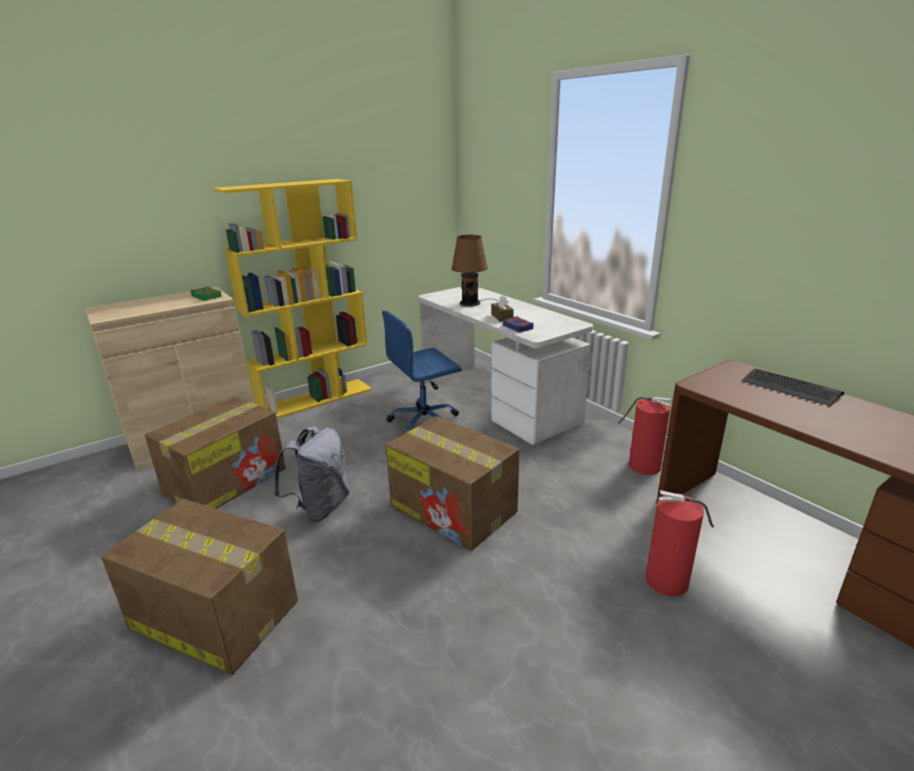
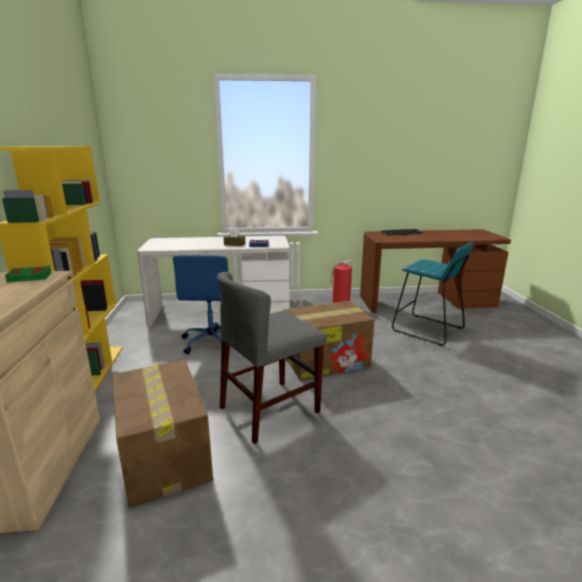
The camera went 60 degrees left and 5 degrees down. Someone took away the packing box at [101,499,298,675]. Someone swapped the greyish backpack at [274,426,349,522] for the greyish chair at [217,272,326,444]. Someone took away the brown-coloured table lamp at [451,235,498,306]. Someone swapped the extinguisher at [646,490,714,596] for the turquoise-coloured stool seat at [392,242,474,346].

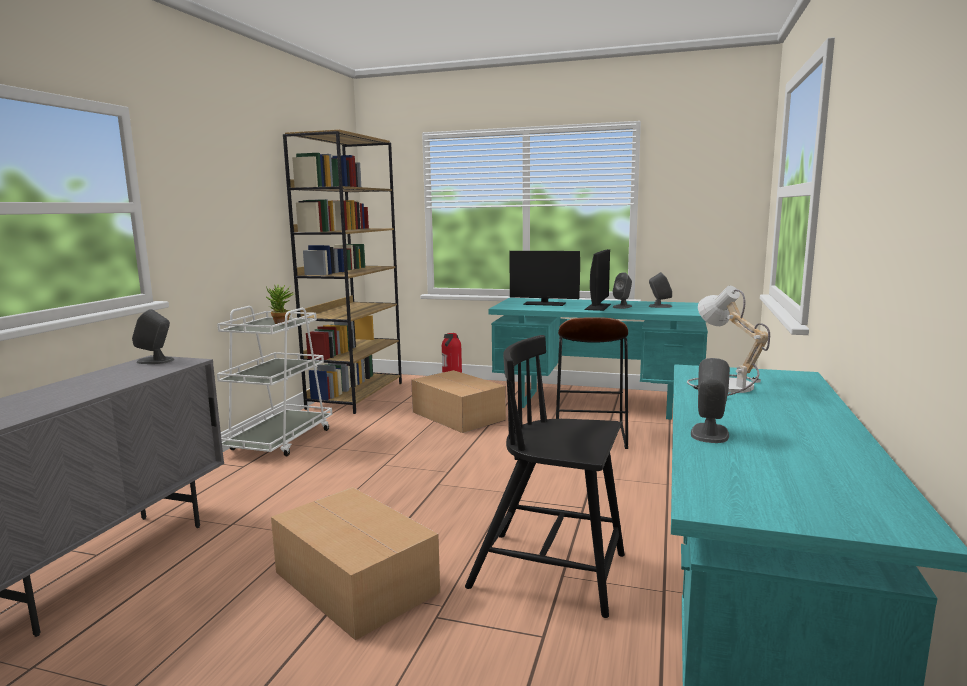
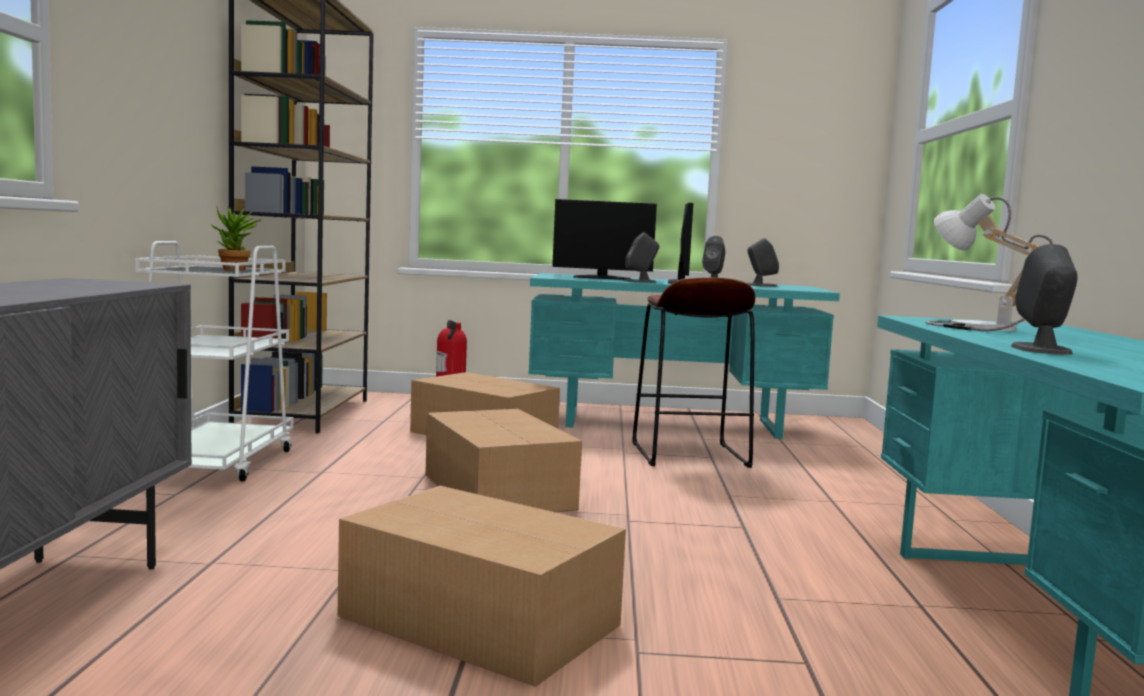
The camera went 15 degrees left and 5 degrees down. Someone carried the greyish audio speaker from [132,309,174,364] to [624,232,659,283]. Someone took away the black-coloured chair at [465,335,625,618]. Someone put down the packing box at [425,409,582,512].

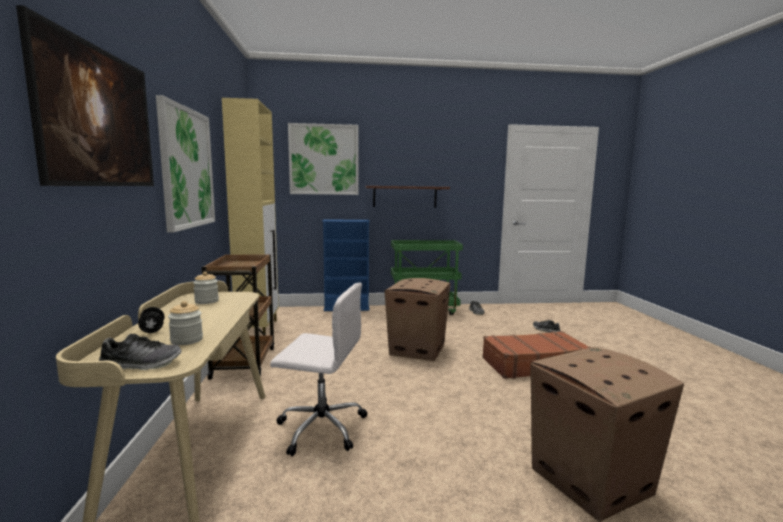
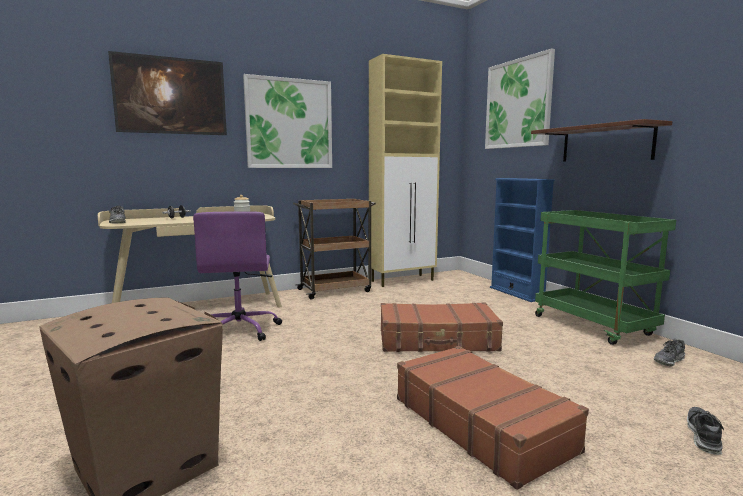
The camera went 70 degrees right and 0 degrees up. Someone took away the storage jar at [168,301,203,345]. Someone repainted the white office chair at [270,283,367,456], which became the purple-coloured office chair at [193,211,282,341]. Someone swapped the packing box at [385,278,450,361] for the brown-coloured travel case at [381,303,503,352].

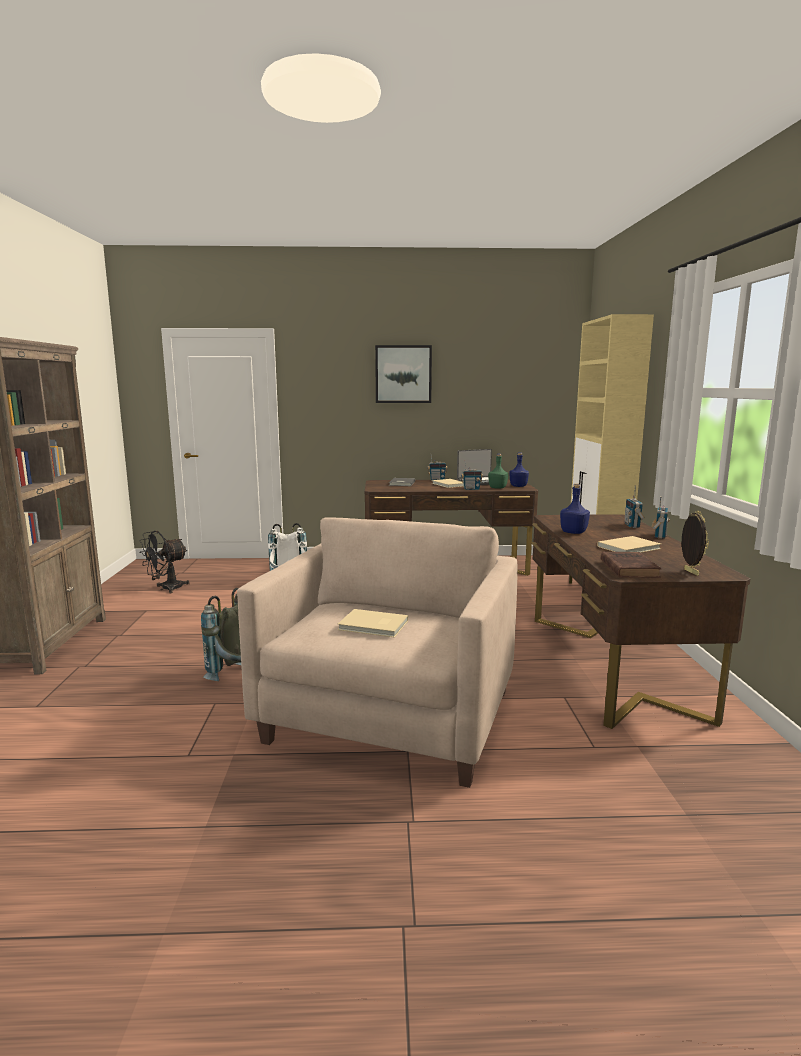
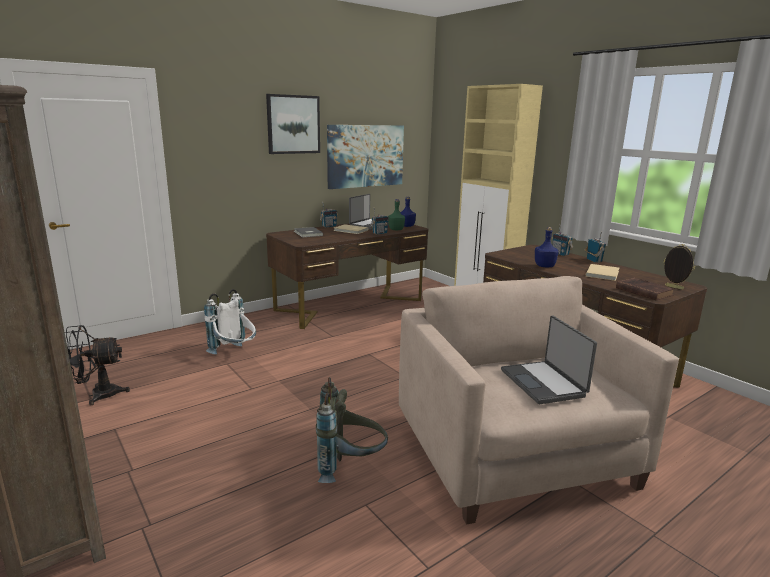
The camera went 35 degrees left and 5 degrees up. Someone rotated the black-coloured cooling fan at [139,531,190,593] by 60 degrees clockwise. Someone swapped the sand-coloured bound book at [338,609,408,638] for the portable computer at [501,315,597,404]. Someone put up the wall art at [327,125,404,189].

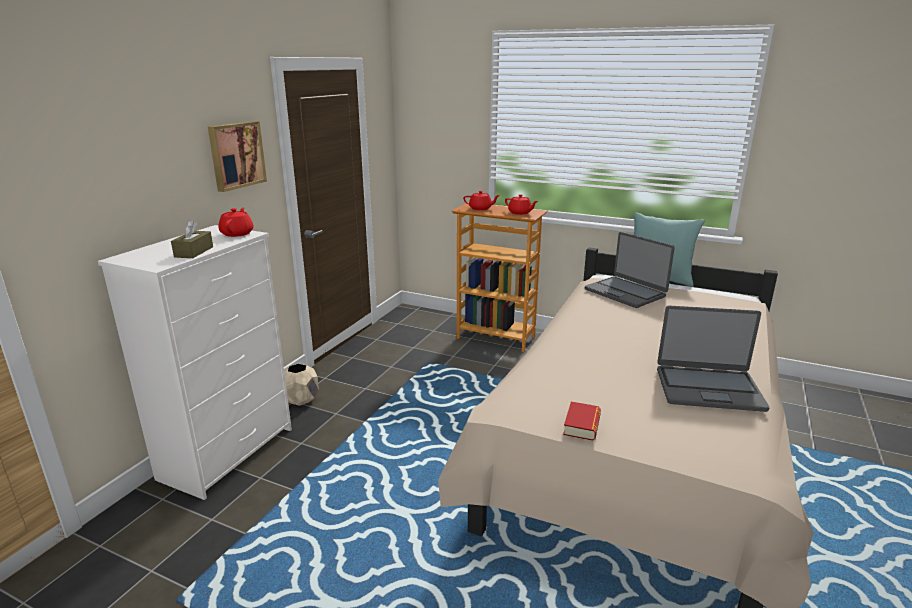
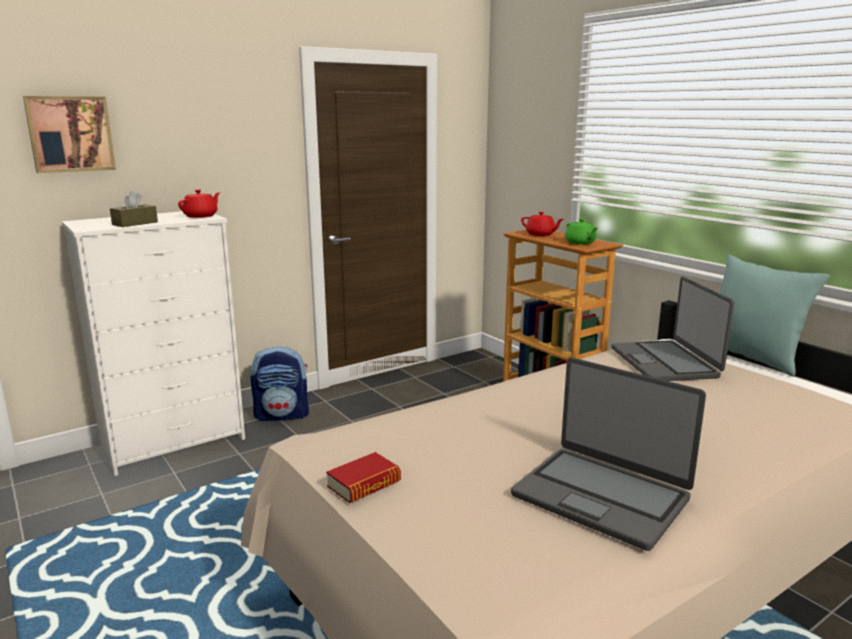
The camera went 30 degrees right and 5 degrees down. Someone carried the wall art from [208,121,267,192] to [23,96,116,173]. Someone swapped the sand-coloured plant pot at [284,363,319,406] for the backpack at [251,346,309,421]. Someone repainted the reddish pot for tea at [505,194,538,215], which became the greenish pot for tea at [565,219,598,245].

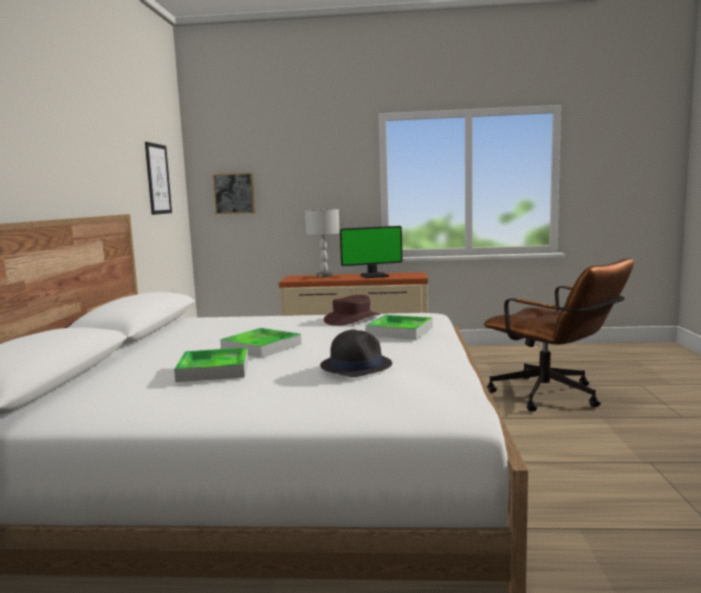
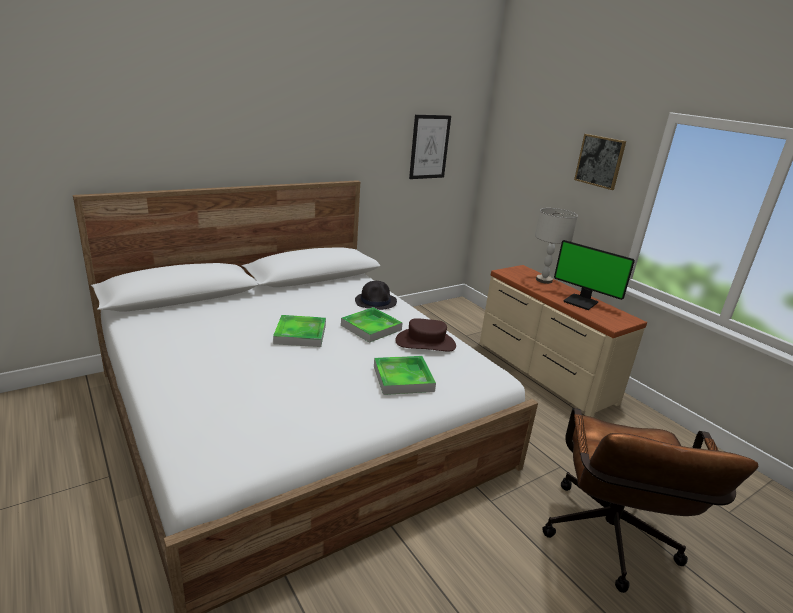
The camera went 50 degrees right and 15 degrees up. Someone carried the tray from [174,347,248,382] to [341,307,403,343]. Someone carried the wall art from [213,173,255,214] to [574,134,626,190]. Someone carried the black-coloured wearable hat from [320,329,392,377] to [355,281,397,310].

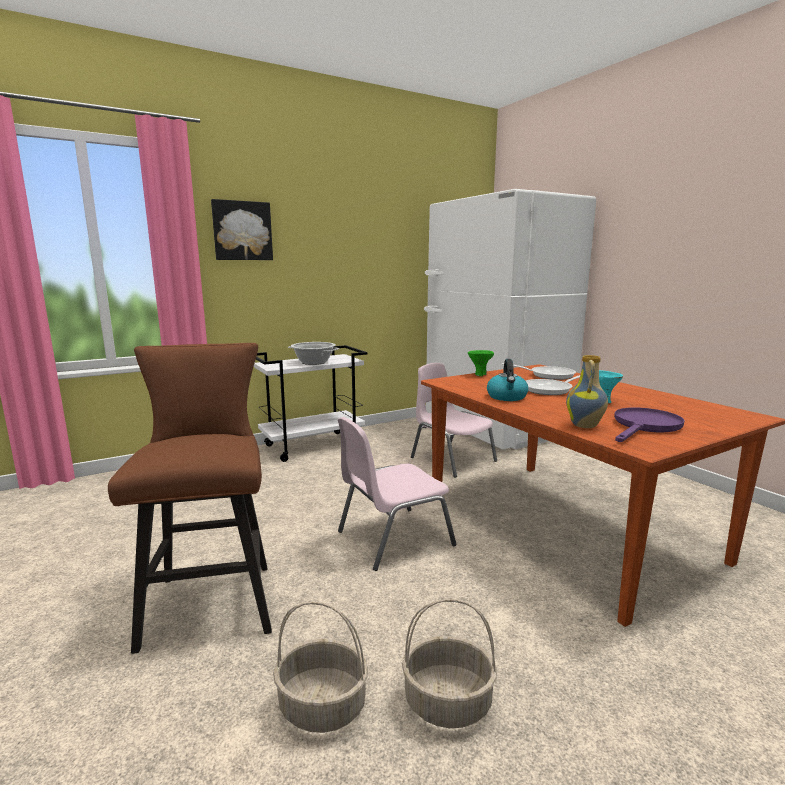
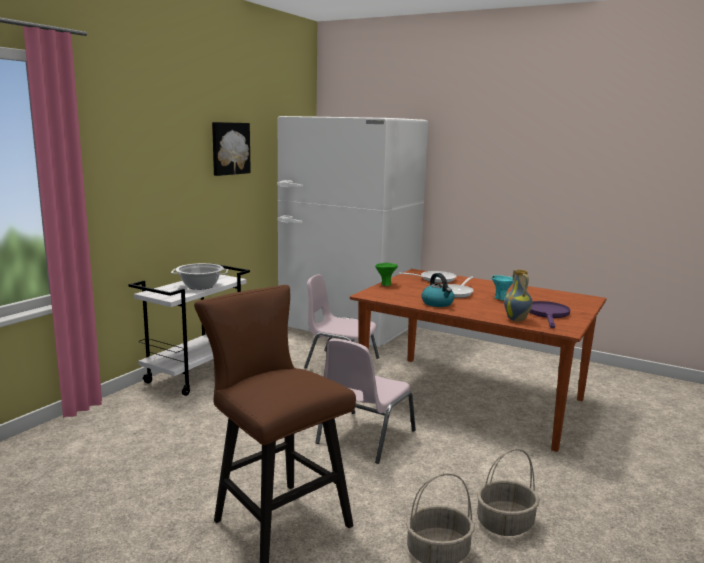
The camera went 30 degrees left and 0 degrees up. Someone carried the wall art from [211,199,273,260] to [212,122,251,176].

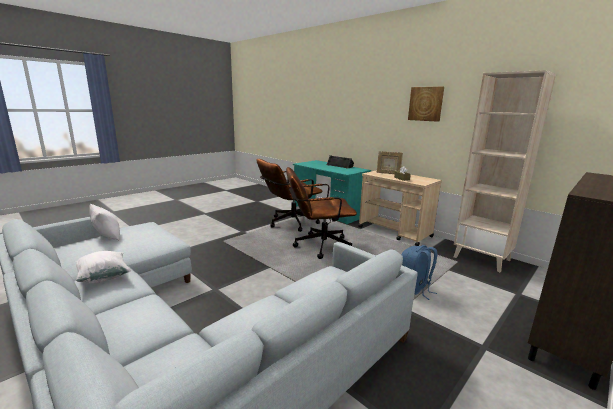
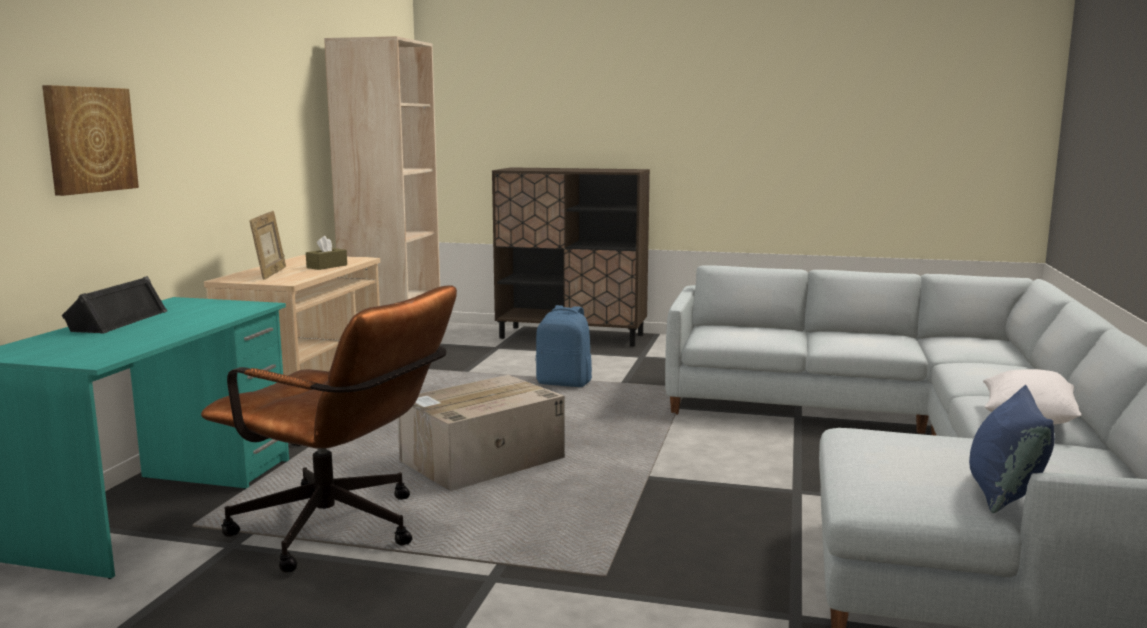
The camera went 120 degrees left and 5 degrees down. Someone repainted the white pillow at [90,204,120,240], which became the bluish pillow at [969,385,1055,513]. Someone swapped the brown-coloured office chair at [286,167,357,259] for the packing box at [398,375,565,491]. Someone carried the wall art from [408,87,444,122] to [42,85,139,196].

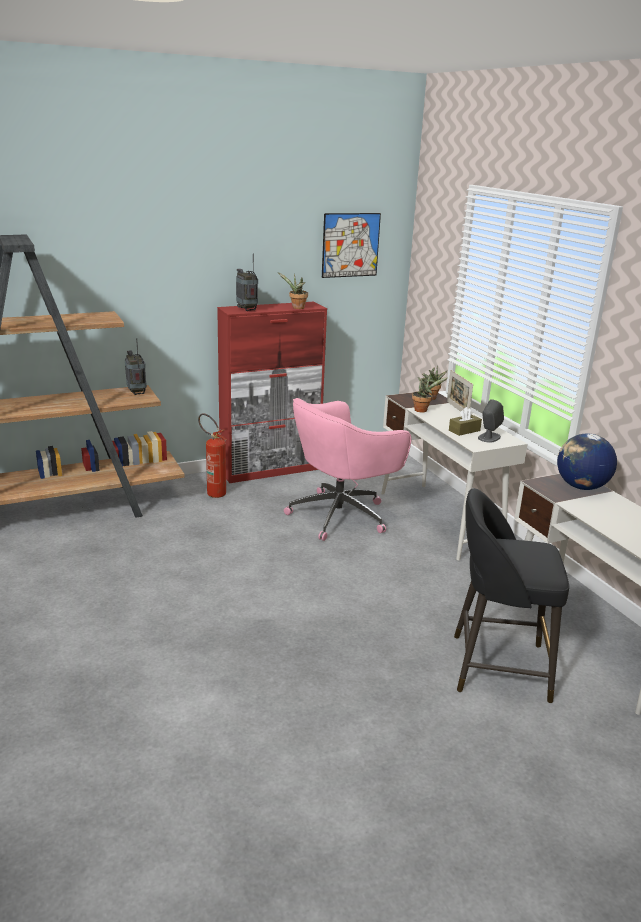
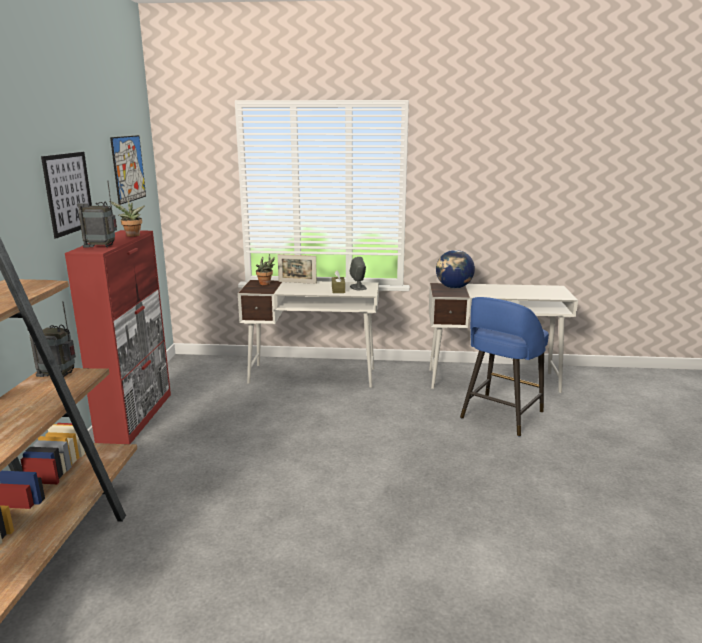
The camera went 60 degrees left and 5 degrees down. Someone took away the extinguisher at [198,413,227,498]. Someone took away the pink office chair at [284,398,411,541]. Someone took away the plant in a pot at [412,375,448,413]. Someone repainted the black-coloured stool seat at [454,488,569,703], which became the bluish stool seat at [460,297,549,436]. Someone put up the wall art at [41,152,92,238].

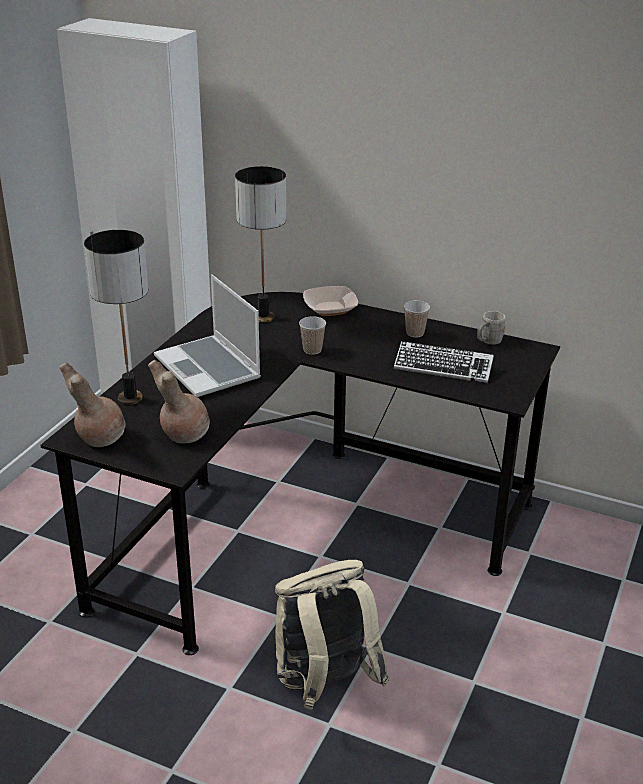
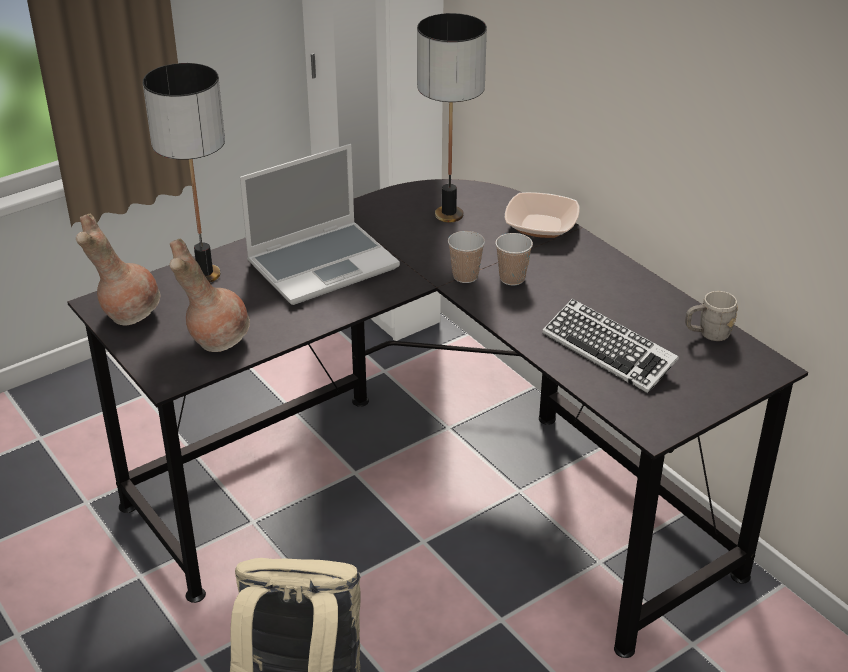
The camera went 30 degrees right and 5 degrees up. Someone rotated the portable computer at [154,274,261,397] by 120 degrees counterclockwise. Someone carried the drinking cup from [404,301,430,338] to [495,233,533,285].

